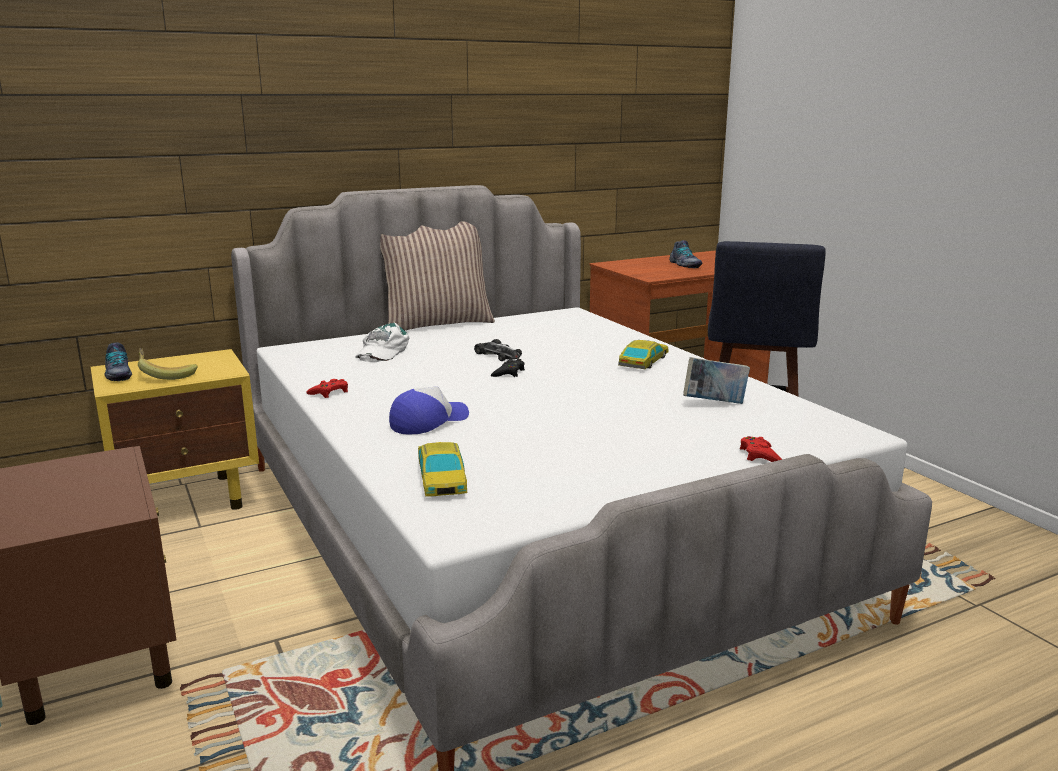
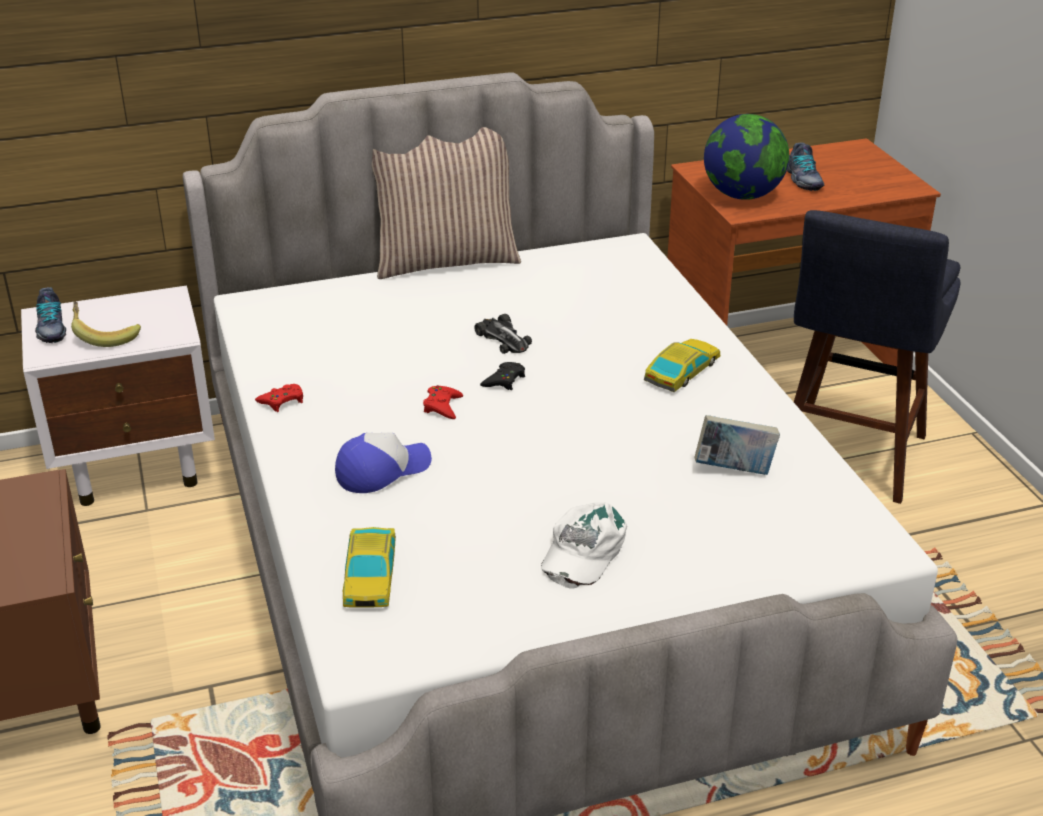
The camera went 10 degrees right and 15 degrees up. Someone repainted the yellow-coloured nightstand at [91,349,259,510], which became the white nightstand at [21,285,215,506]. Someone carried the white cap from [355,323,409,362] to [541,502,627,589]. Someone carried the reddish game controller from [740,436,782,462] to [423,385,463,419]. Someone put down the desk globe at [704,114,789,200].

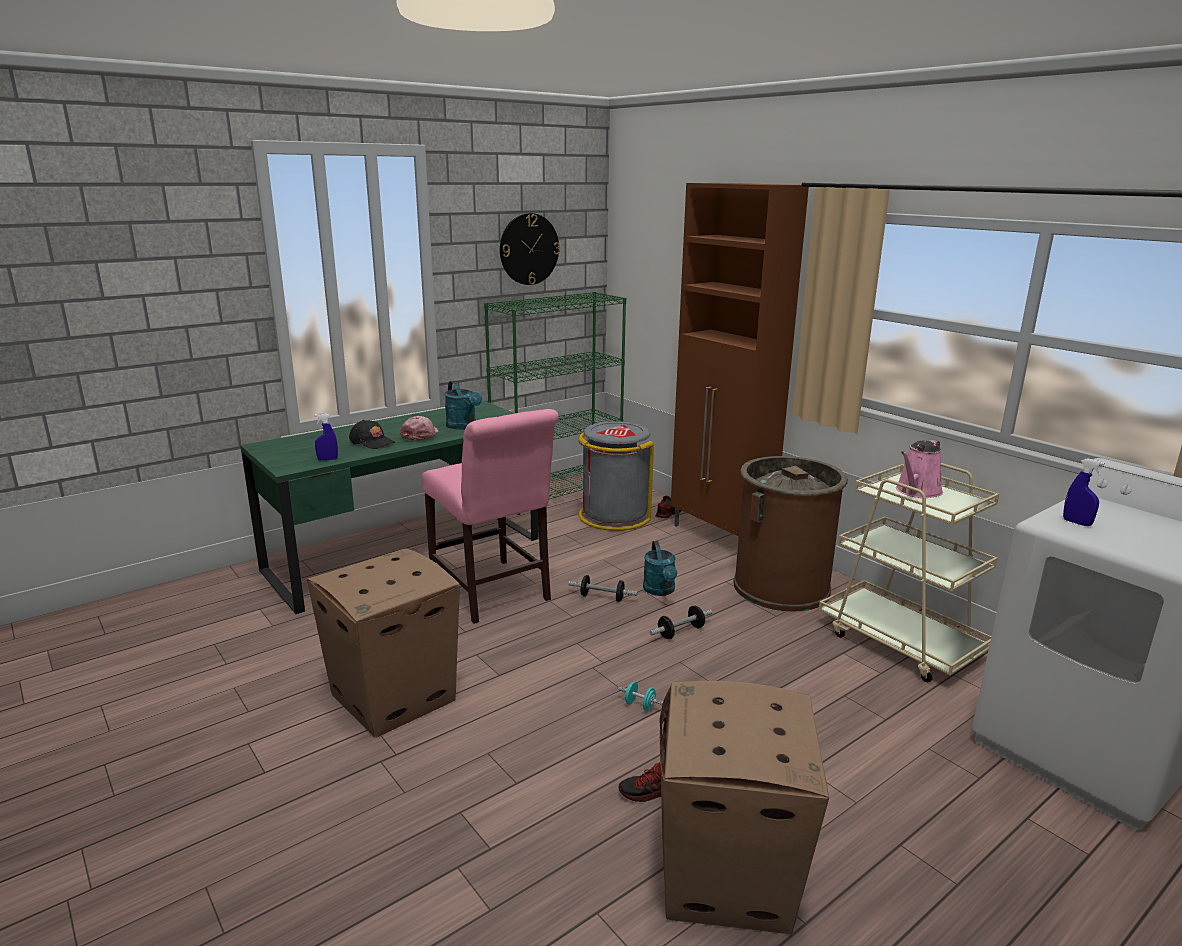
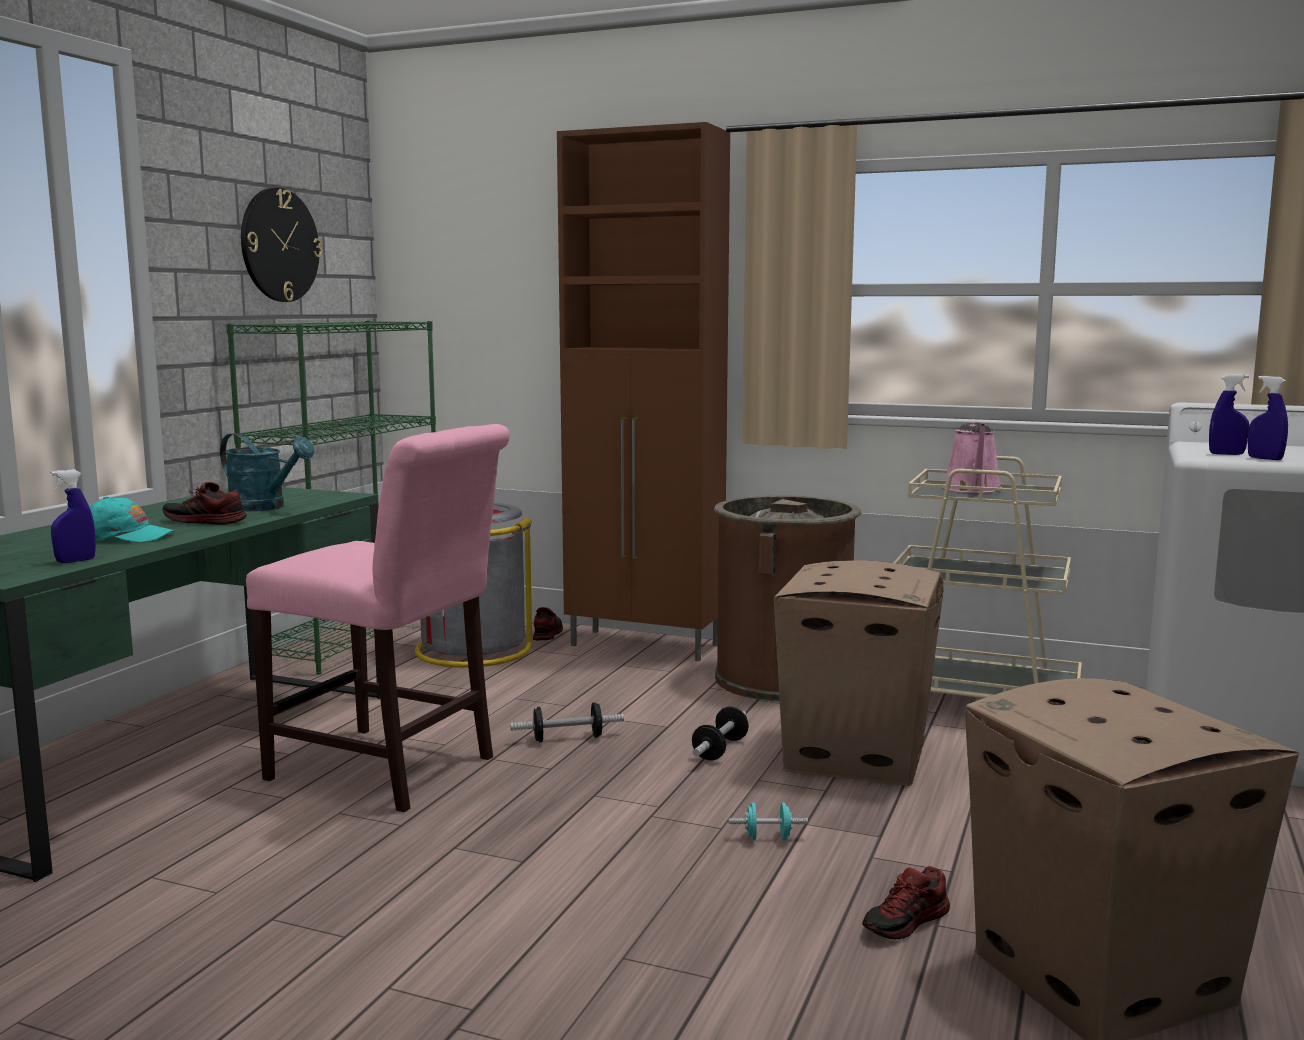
The camera went 30 degrees left and 10 degrees down. Someone carried the packing box from [307,548,460,738] to [774,560,944,786]. Someone repainted the black-coloured cap at [349,420,395,449], which became the turquoise-coloured cap at [89,497,175,542]. Someone swapped the pink cap at [400,416,439,441] for the shoe at [163,482,247,525]. Someone took away the turquoise-coloured watering can at [643,541,677,596]. Someone put down the bluish sprayer at [1248,376,1288,460].

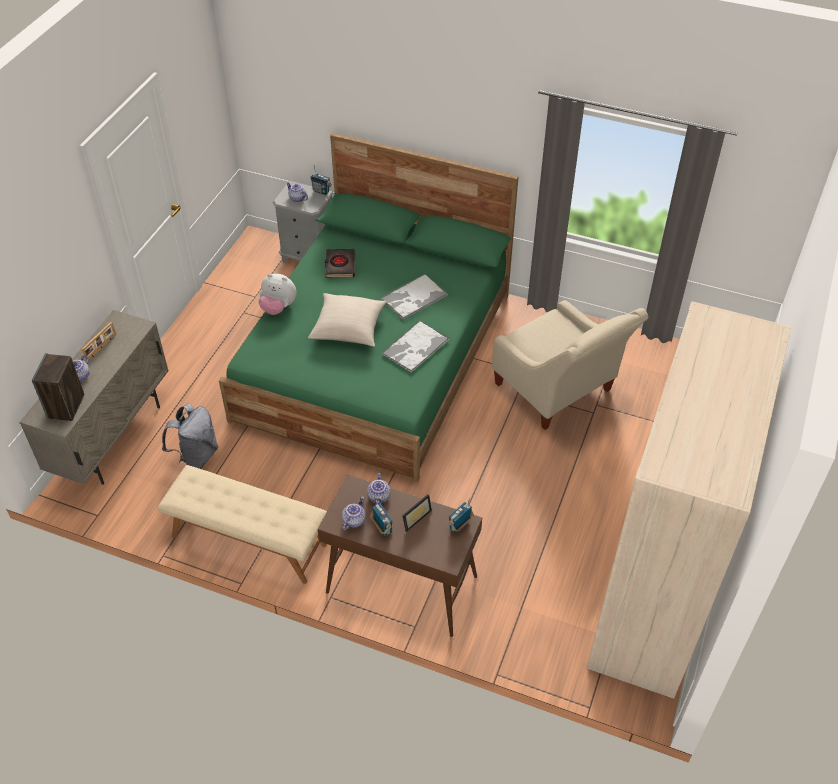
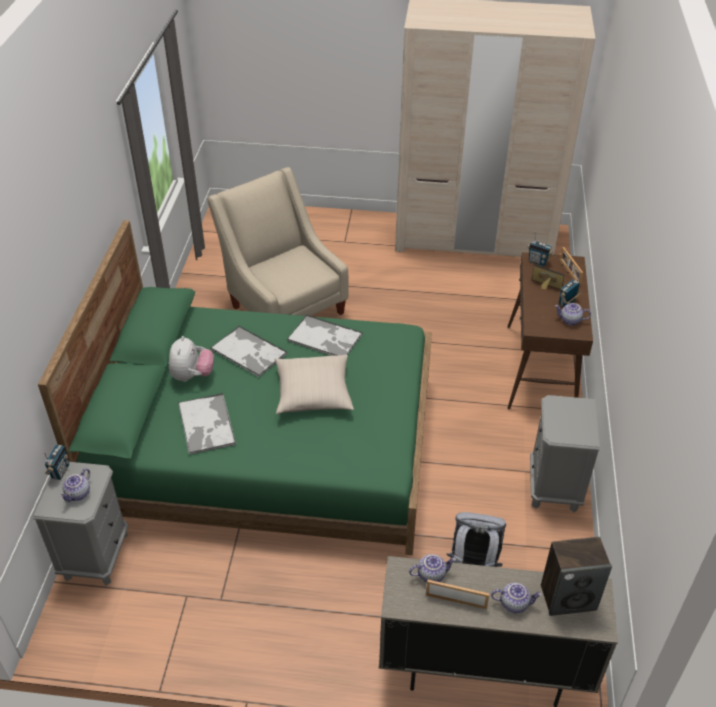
The camera went 105 degrees left and 5 degrees down. Someone swapped the sand-coloured long seat at [158,465,327,584] for the greyish nightstand at [530,395,600,512]. Someone carried the soft toy from [258,274,297,315] to [169,336,214,382]. Someone swapped the black-coloured bound book at [325,249,355,278] for the tray at [178,393,236,454]. Someone carried the pot for tea from [367,473,391,505] to [409,554,456,583]. Someone rotated the sand-coloured lounge chair at [492,300,648,430] by 75 degrees counterclockwise. Someone put down the picture frame at [559,247,583,286].

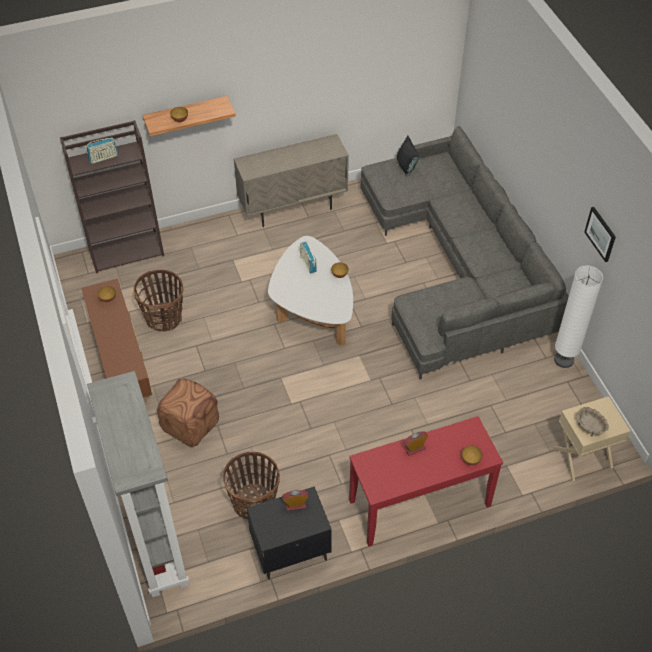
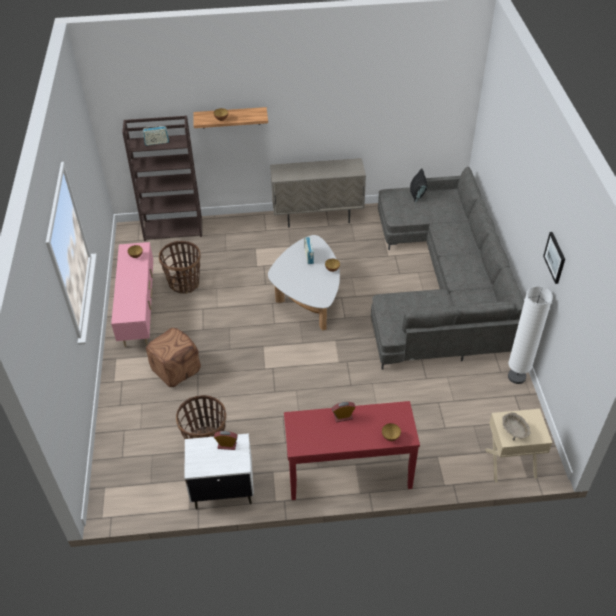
The camera went 15 degrees right and 5 degrees down. Someone repainted the brown-coloured media console at [81,278,152,402], which became the pink media console at [111,242,153,347]. Someone took away the greyish shelving unit at [87,371,189,597]. Someone repainted the black-coloured nightstand at [247,486,332,580], which became the white nightstand at [184,433,254,509].

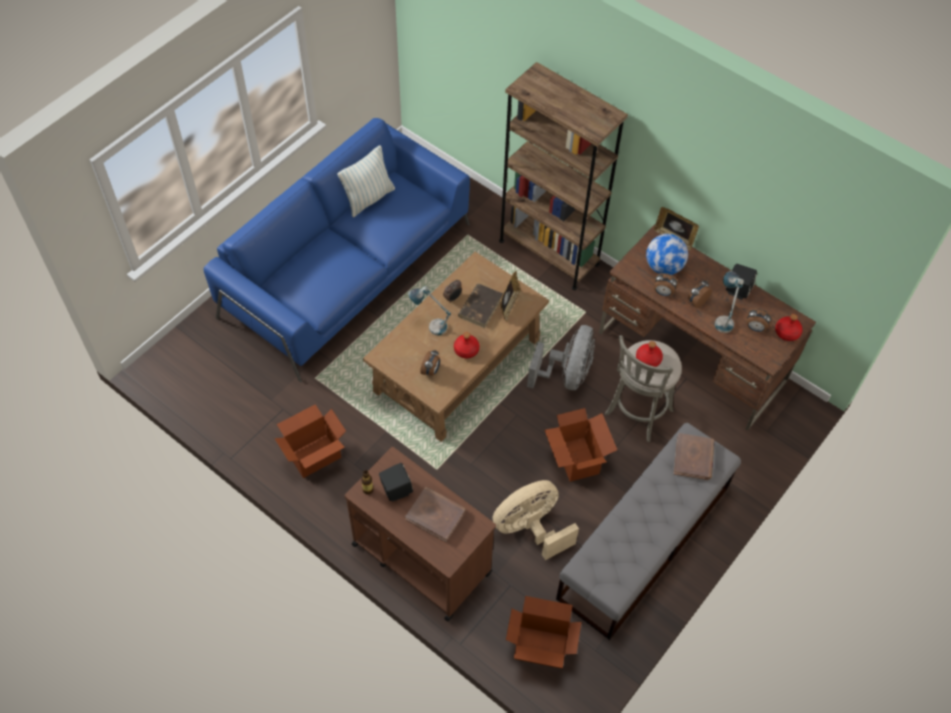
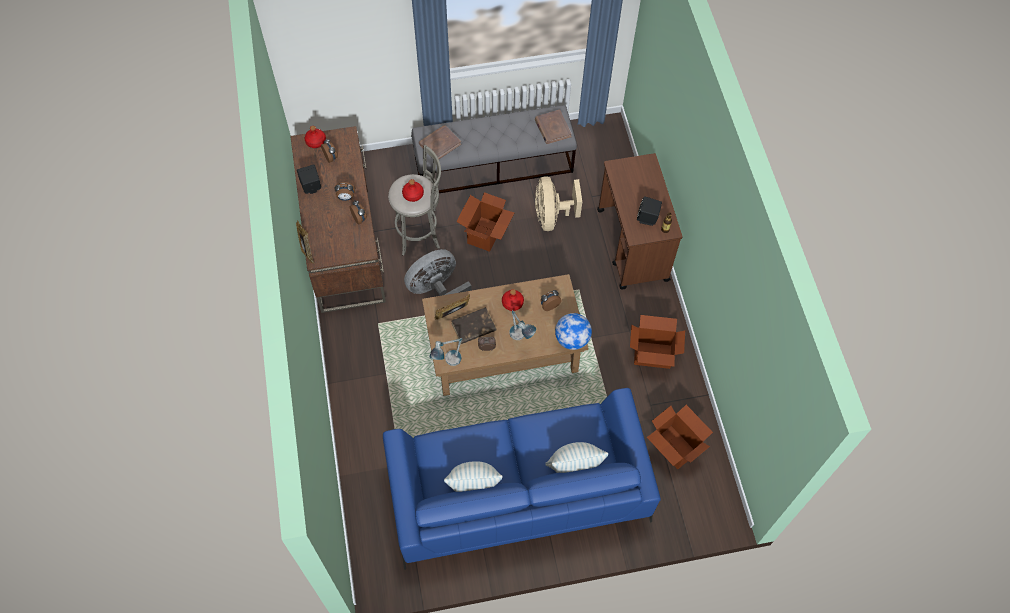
The camera went 140 degrees left and 5 degrees up. Someone carried the brown-coloured bound book from [405,487,466,542] to [535,110,572,144]. Someone rotated the sand-coloured cooling fan at [492,480,579,560] by 75 degrees clockwise. Someone took away the brown-coloured shelving unit at [499,62,628,290]. Someone carried the packing box from [506,596,581,668] to [647,405,713,469]. Someone carried the desk globe from [646,234,688,275] to [555,313,592,350]. Someone carried the table lamp from [715,271,744,333] to [430,338,462,366]. Someone put down the pillow at [545,442,608,473].

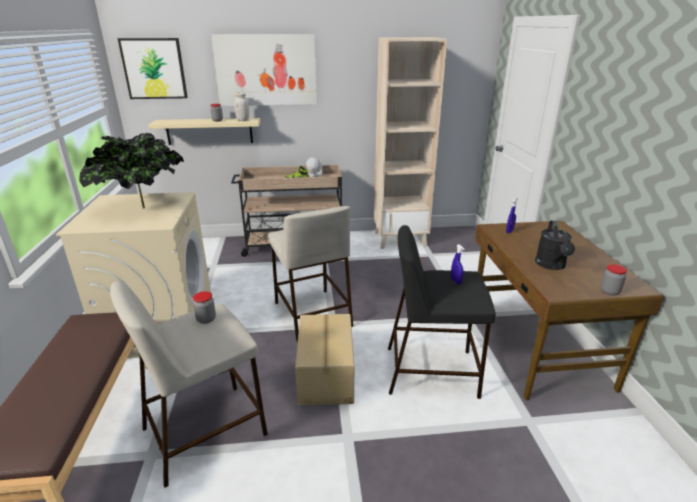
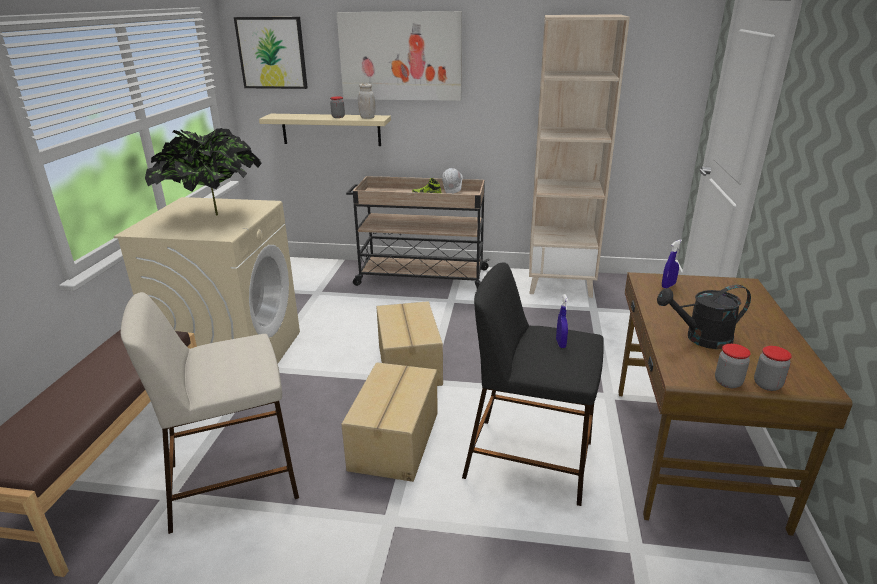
The camera went 15 degrees right and 0 degrees up. Someone carried the storage jar from [193,291,216,324] to [715,344,751,388]. Someone swapped the sand-coloured stool seat at [268,206,353,342] for the packing box at [377,301,443,386]. Someone rotated the black-coloured watering can at [535,221,575,270] by 60 degrees clockwise.

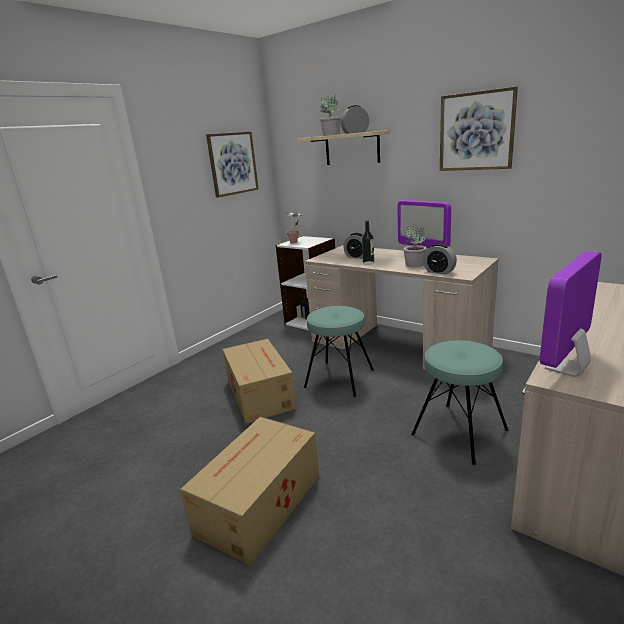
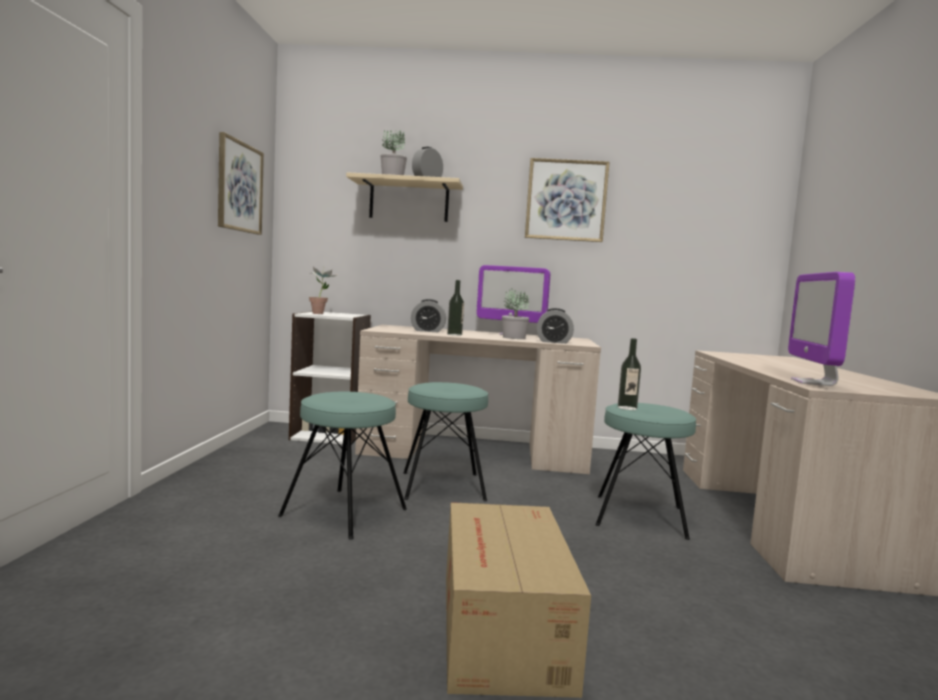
The camera went 35 degrees left and 15 degrees down. Someone swapped the packing box at [223,339,296,423] for the turquoise-coloured stool seat at [278,392,407,540]. Someone put down the beverage bottle at [618,338,641,410].

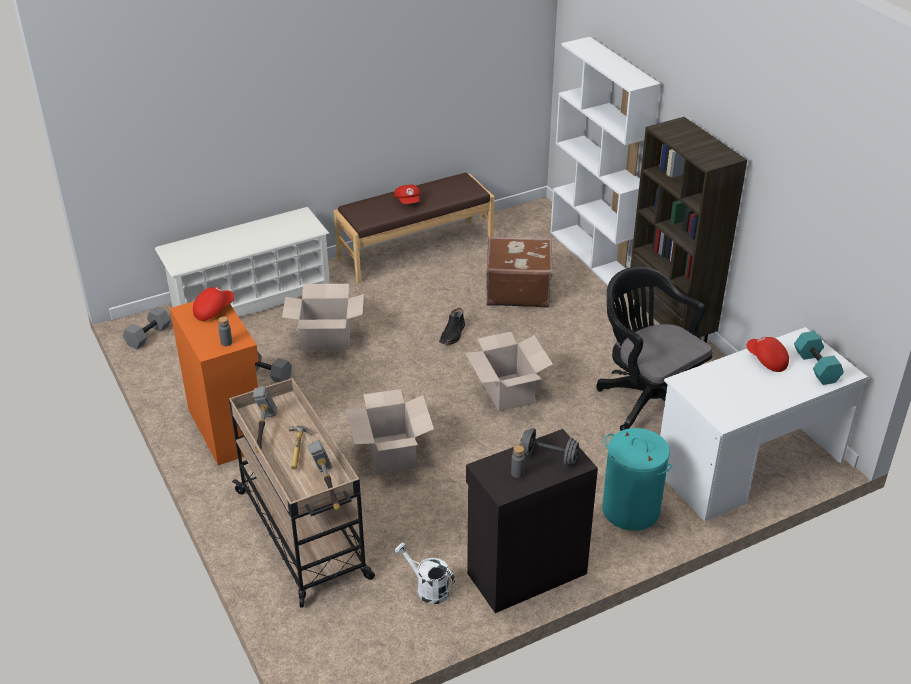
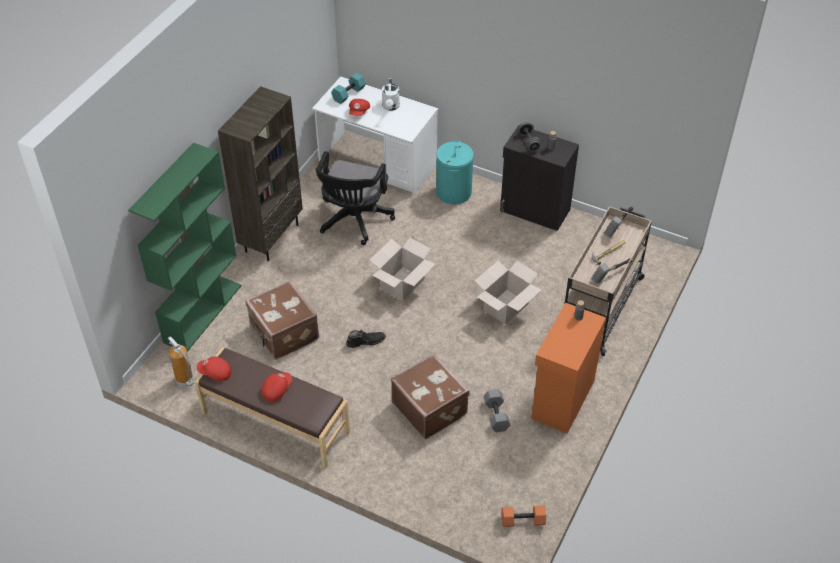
The camera went 125 degrees left and 10 degrees up. Someone repainted the greyish hand weight at [123,307,171,349], which became the orange-coloured hand weight at [502,505,546,527]. Someone took away the white shoe shelf at [155,207,330,317]. Someone carried the reddish cap from [193,287,234,321] to [197,356,232,381]. Someone swapped the packing box at [282,284,364,350] for the brown-coloured travel case at [391,354,470,439]. Someone carried the white watering can from [395,542,455,604] to [382,78,400,111]. Someone repainted the white shelving unit at [550,37,660,285], which became the greenish shelving unit at [128,143,242,352]. Someone put down the extinguisher at [168,336,194,387].

